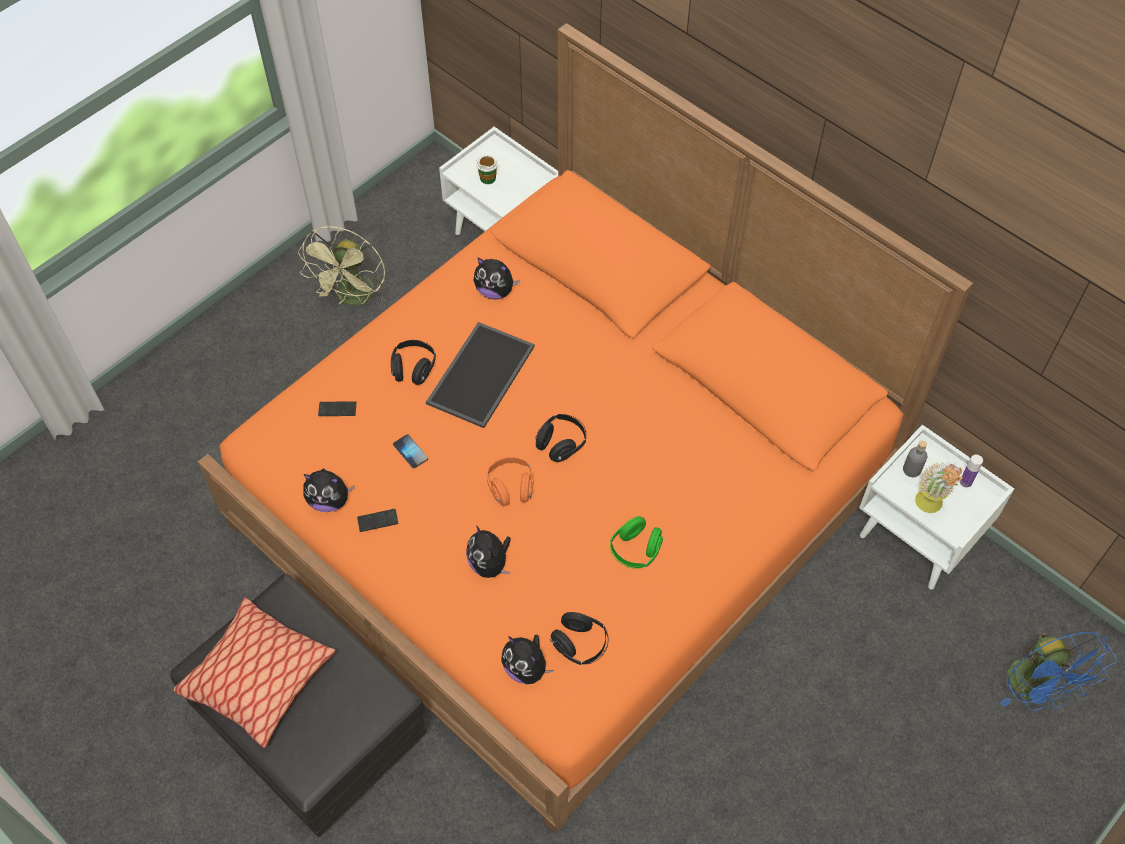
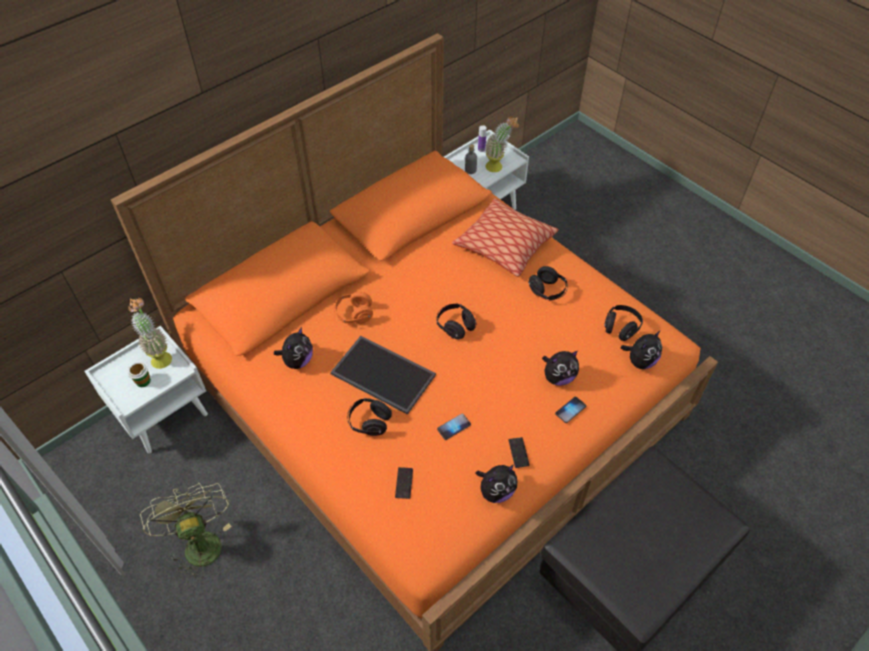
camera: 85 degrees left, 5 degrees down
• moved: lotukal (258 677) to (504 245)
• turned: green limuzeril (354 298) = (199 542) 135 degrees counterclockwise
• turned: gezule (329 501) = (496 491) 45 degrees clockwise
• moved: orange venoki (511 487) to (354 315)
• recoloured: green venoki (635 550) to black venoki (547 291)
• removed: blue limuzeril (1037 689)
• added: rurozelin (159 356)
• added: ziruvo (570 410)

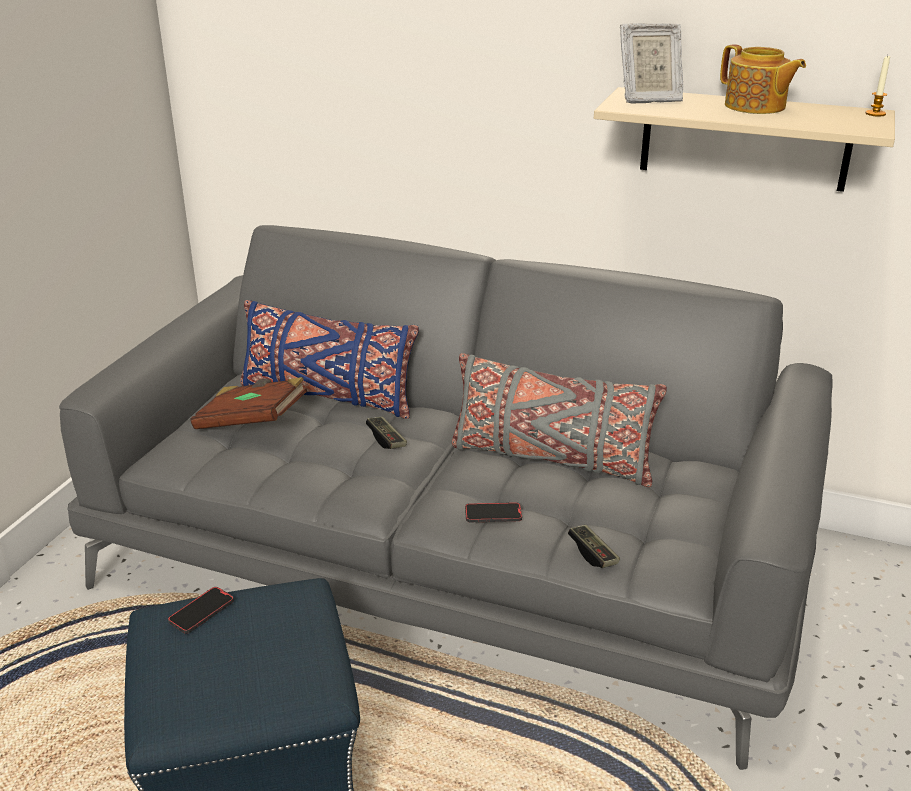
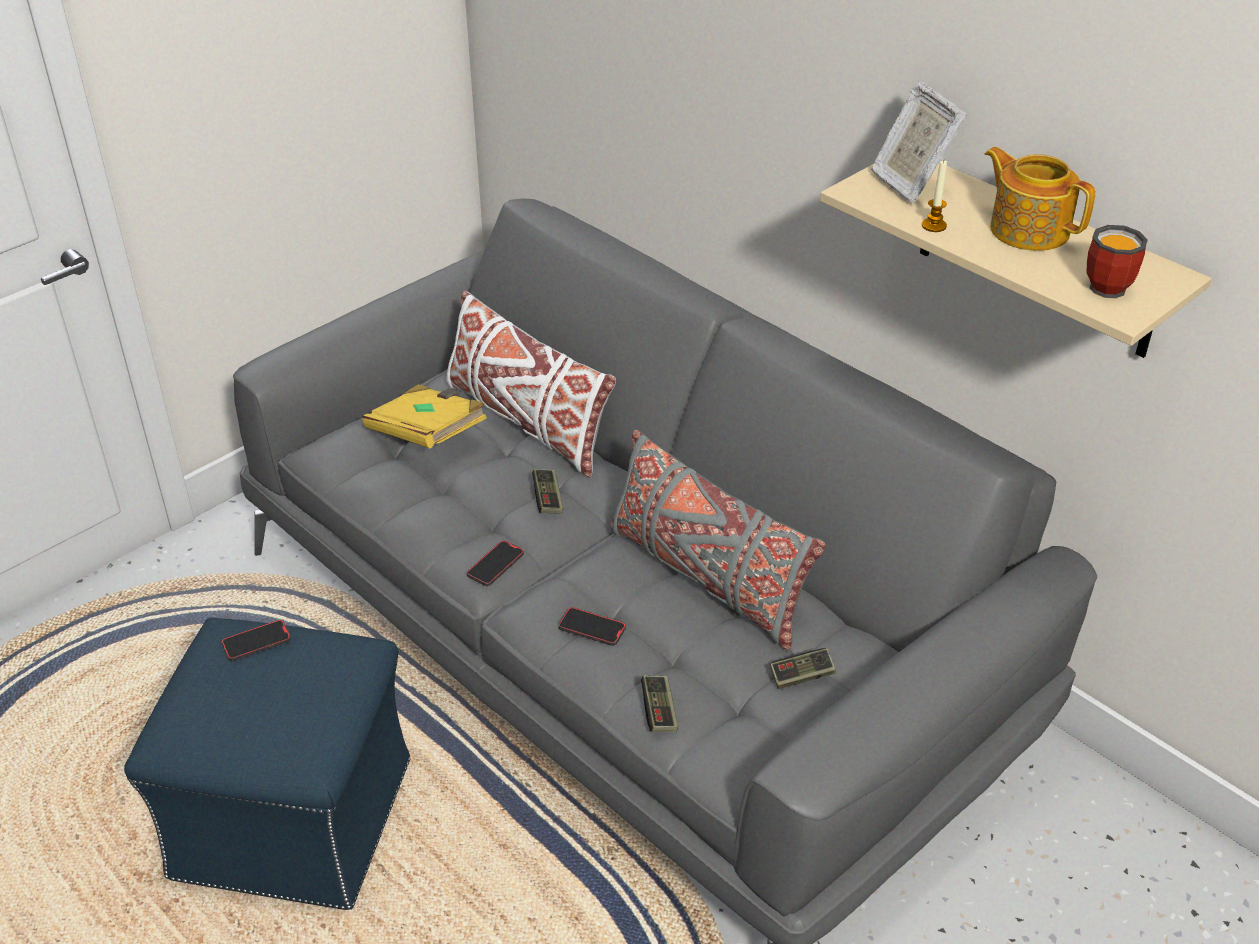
camera: 25 degrees right, 10 degrees up
• recoloured: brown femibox (252 422) to yellow femibox (428 435)
• recoloured: blue lotukal (327 395) to white lotukal (526 421)
• turned: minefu (648 99) = (910 183) 45 degrees clockwise
• turned: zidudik (755 107) = (1028 229) 150 degrees clockwise
• moved: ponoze (875 114) to (934 226)
• added: ziruvo (495 565)
• added: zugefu (802 676)
• added: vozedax (1113 286)

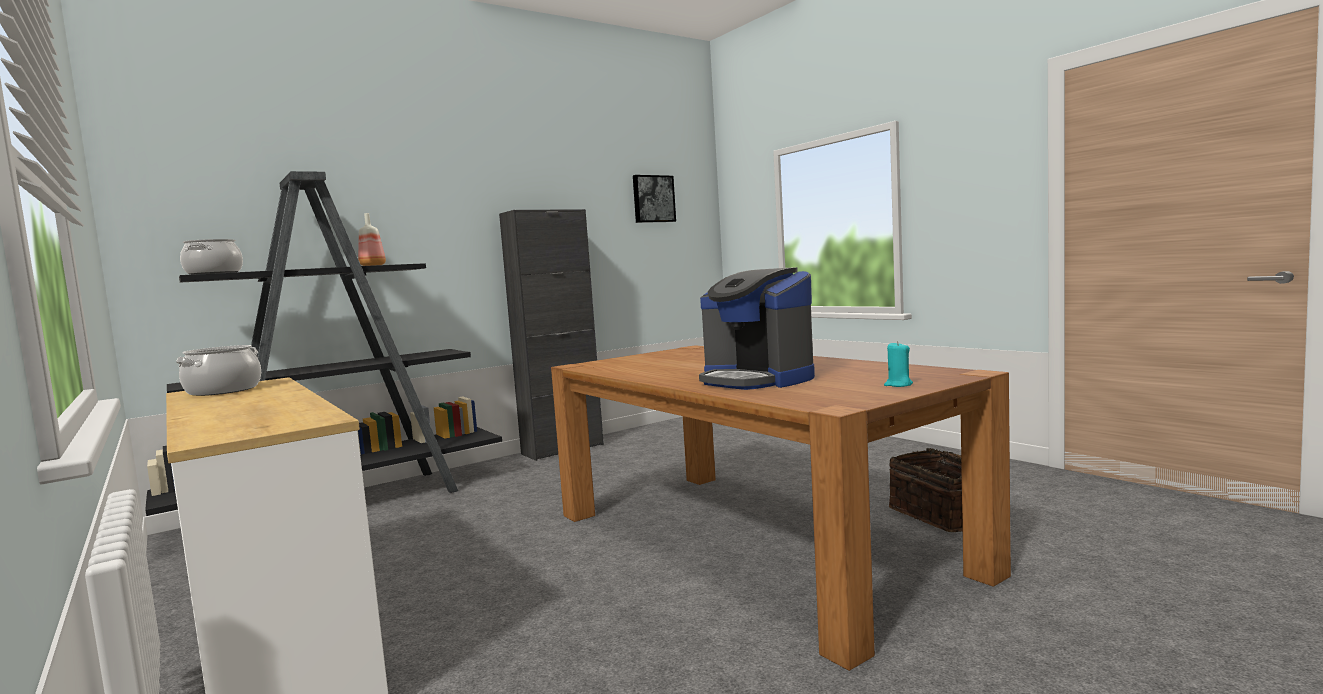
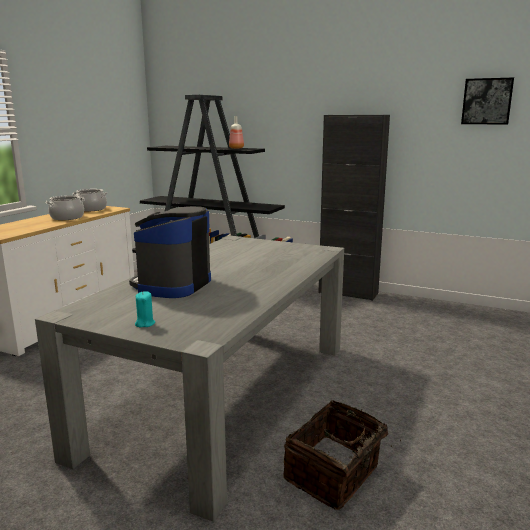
camera: 60 degrees right, 10 degrees up
• moved: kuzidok (214 273) to (67 218)
• recoloured: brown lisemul (752 541) to grey lisemul (225 394)

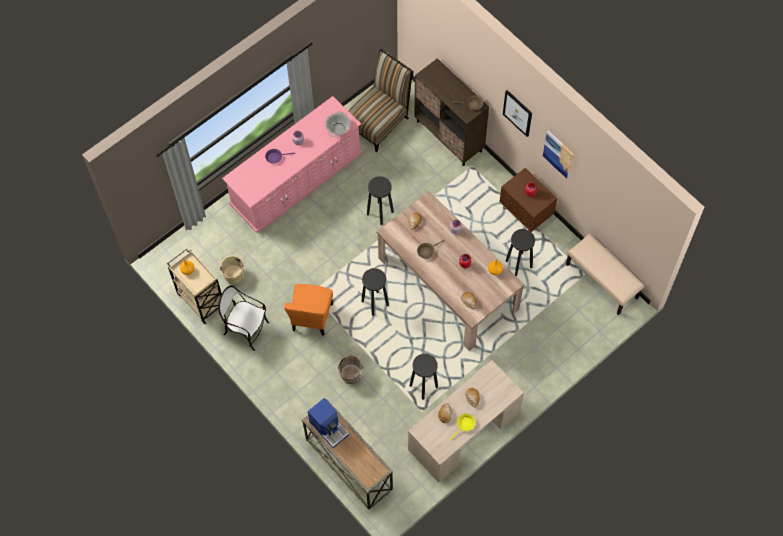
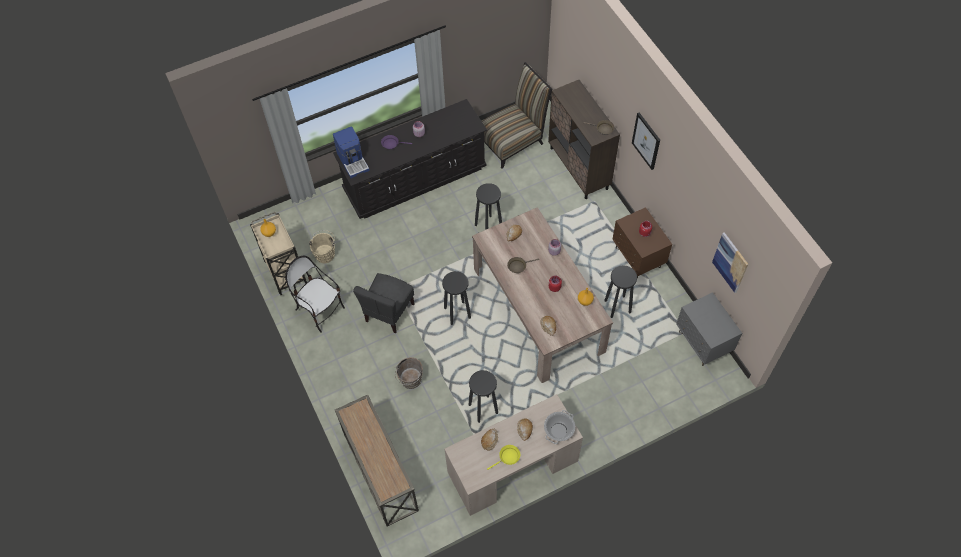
camera: 15 degrees right, 5 degrees down
• recoloured: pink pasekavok (296 181) to black pasekavok (415 179)
• recoloured: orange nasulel (311 317) to grey nasulel (389 312)
• moved: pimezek (329 427) to (353 161)
• moved: kuzidok (338 128) to (559 430)
• moved: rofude (558 154) to (730 262)
• replaced: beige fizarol (602 281) to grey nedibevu (702 343)

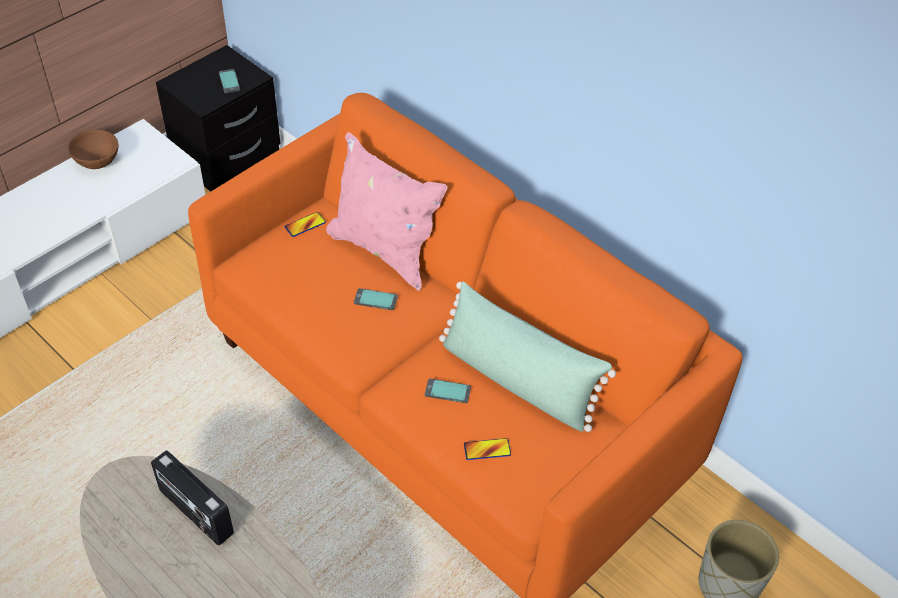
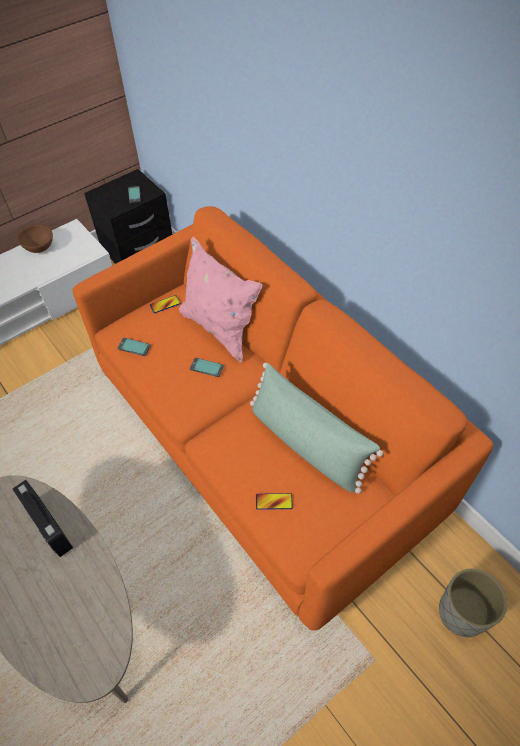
camera: 10 degrees right, 5 degrees up
• moved: ziruvo (447 392) to (134 347)

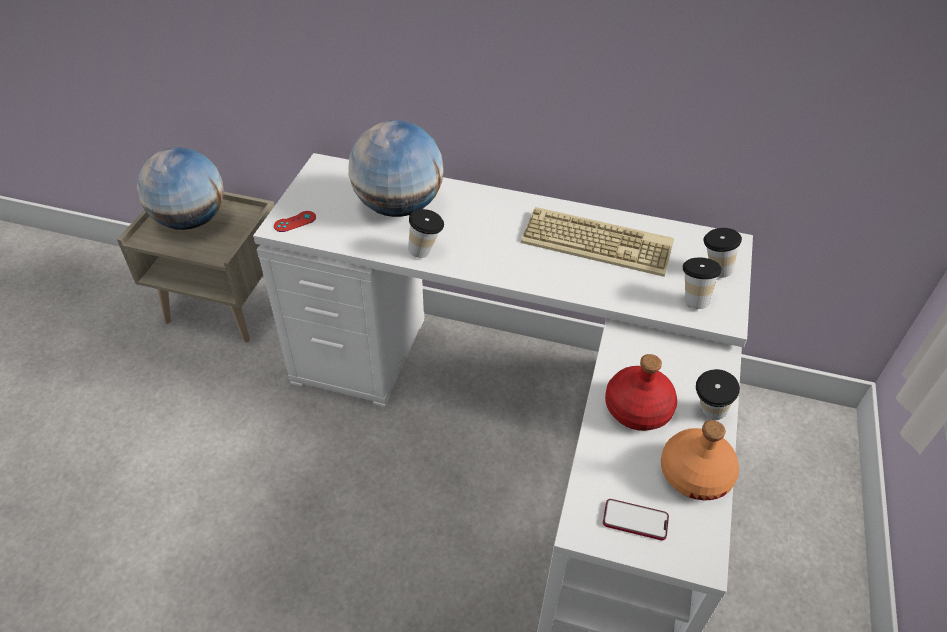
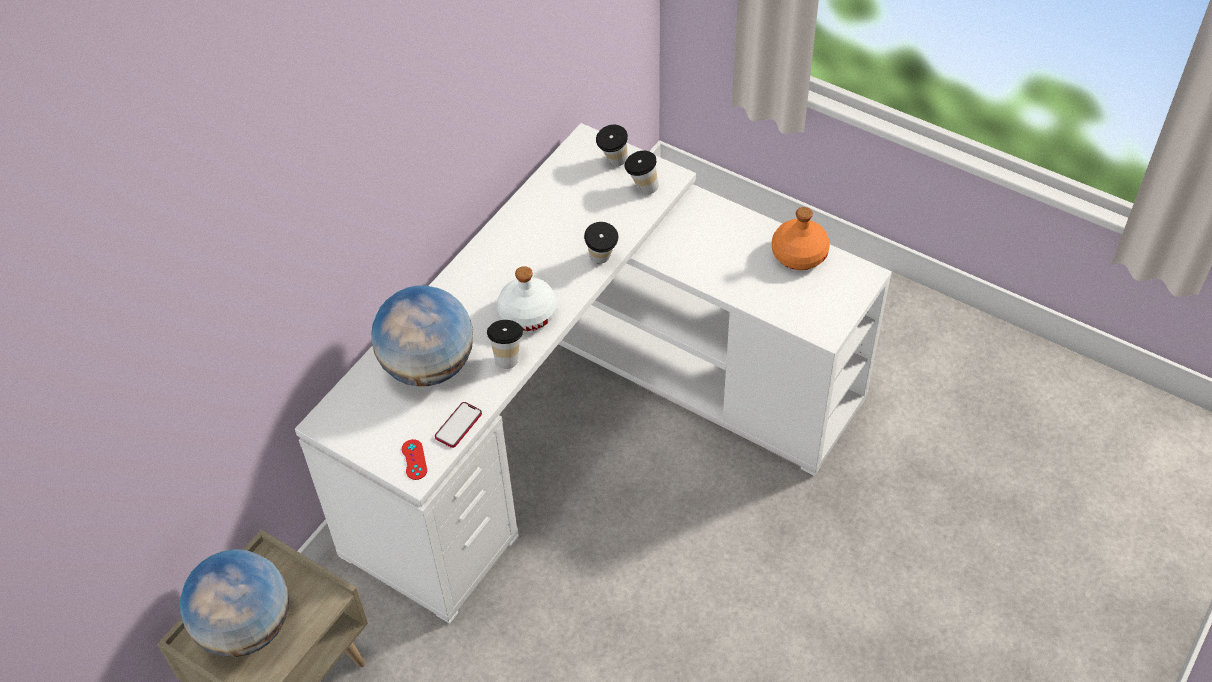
camera: 70 degrees left, 5 degrees up
• removed: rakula (598 242)
• moved: ziruvo (635 520) to (458 425)
• removed: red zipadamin (637 408)
• moved: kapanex (707 415) to (602 261)
• added: white zipadamin (528 313)

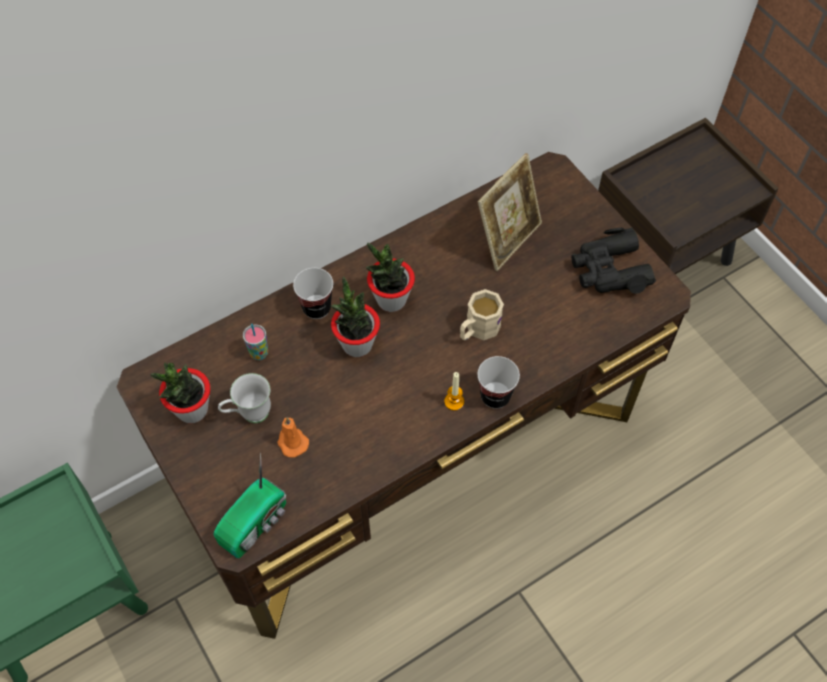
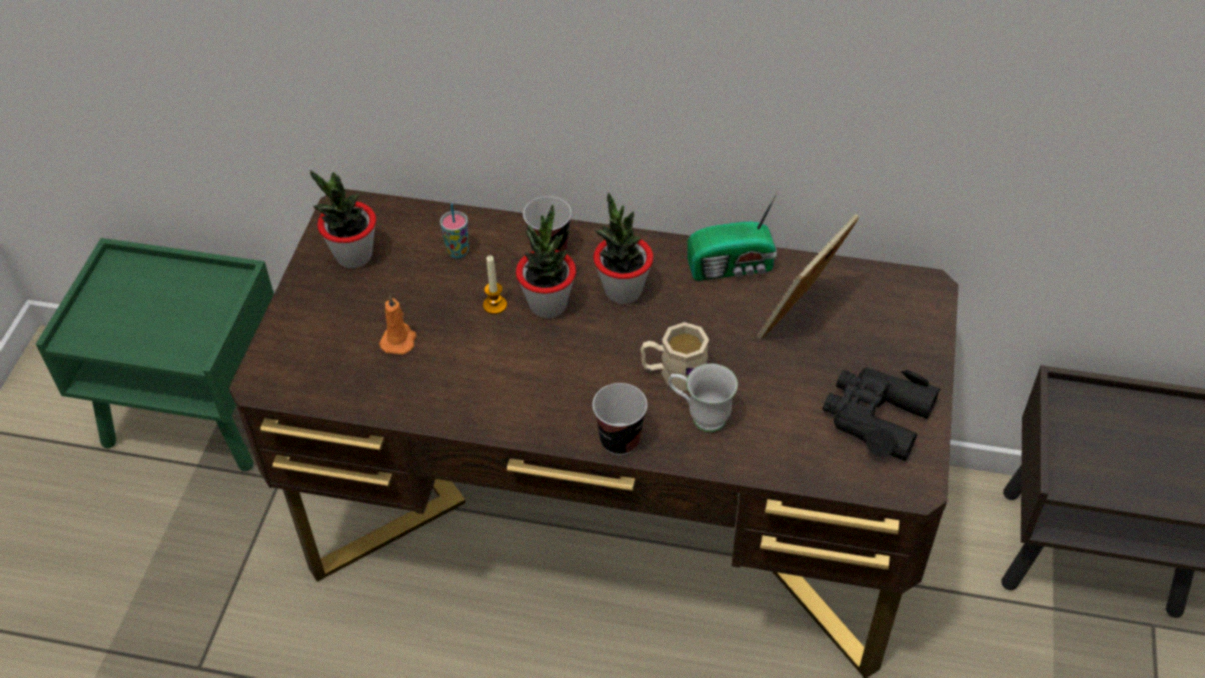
camera: 45 degrees right, 10 degrees down
• moved: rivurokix (256 523) to (733 267)
• moved: white vozedax (249 414) to (700 417)
• moved: ponoze (454 401) to (495 305)
• turned: minefu (507 239) = (801 317) 135 degrees clockwise

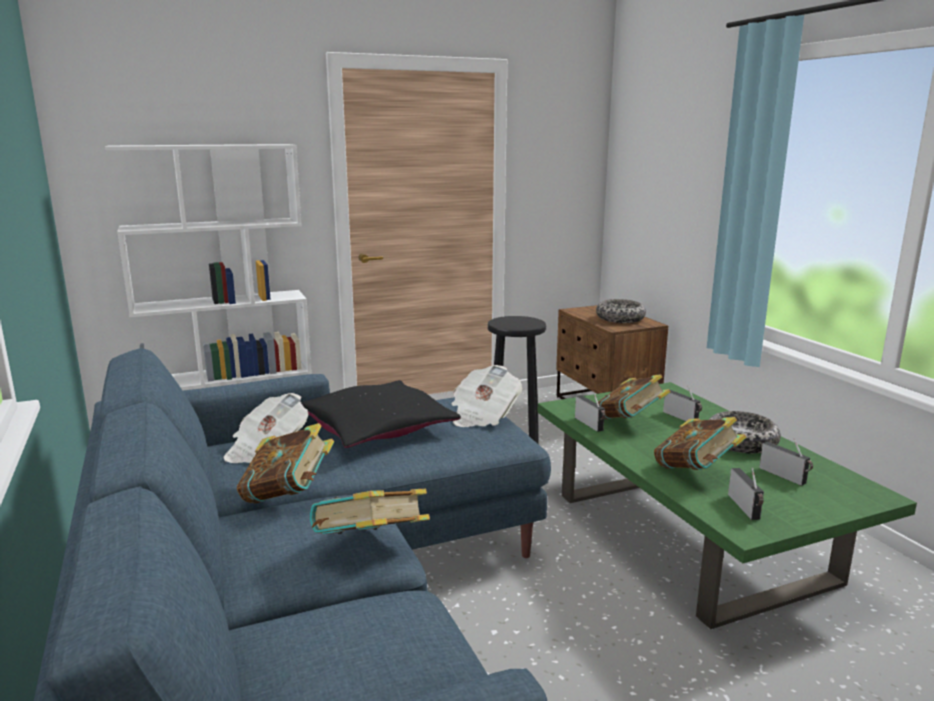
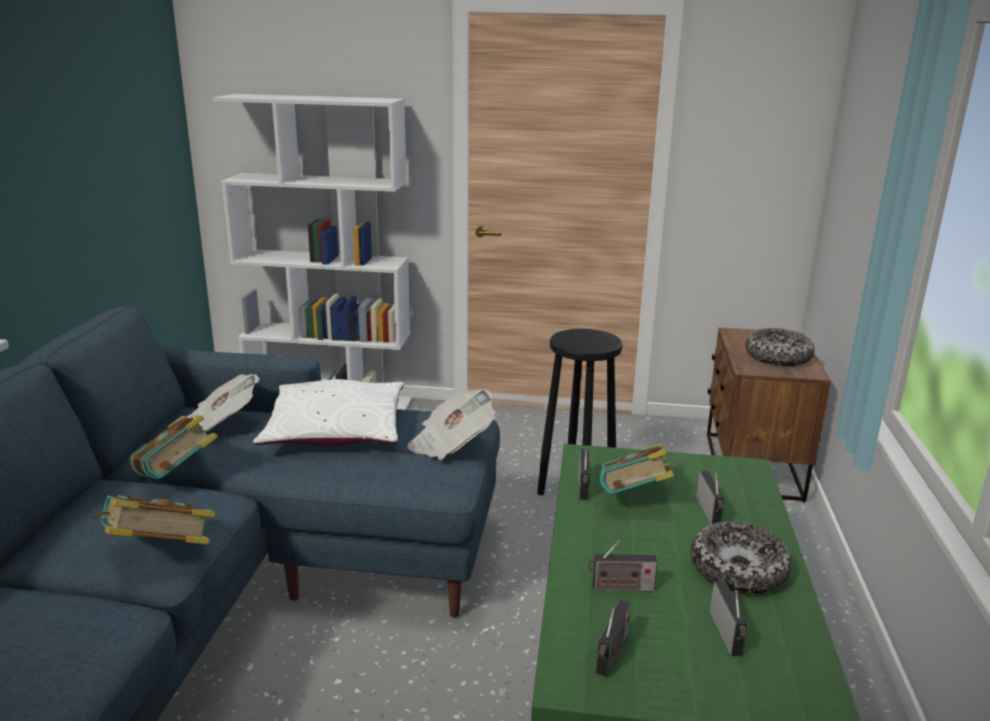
camera: 30 degrees right, 5 degrees up
• recoloured: black lotukal (376 428) to white lotukal (335 429)
• replaced: femibox (695 472) to rivurokix (620 588)

